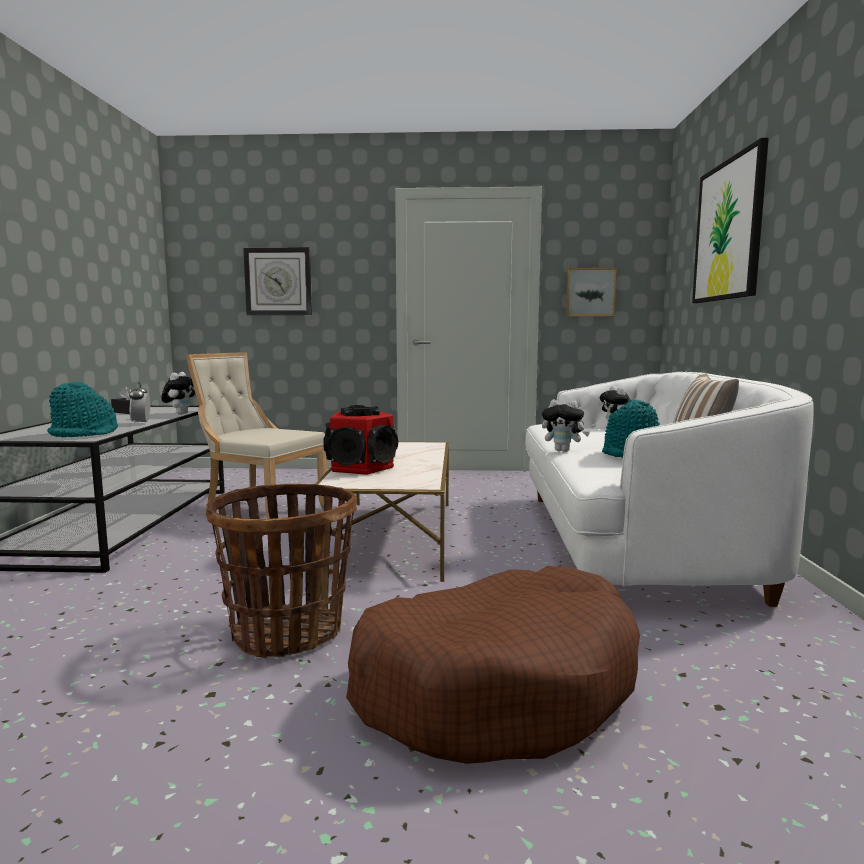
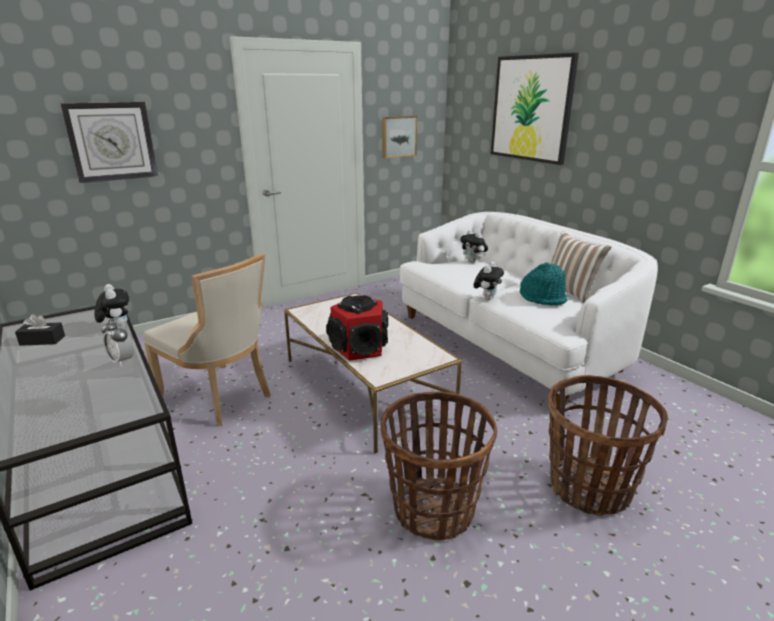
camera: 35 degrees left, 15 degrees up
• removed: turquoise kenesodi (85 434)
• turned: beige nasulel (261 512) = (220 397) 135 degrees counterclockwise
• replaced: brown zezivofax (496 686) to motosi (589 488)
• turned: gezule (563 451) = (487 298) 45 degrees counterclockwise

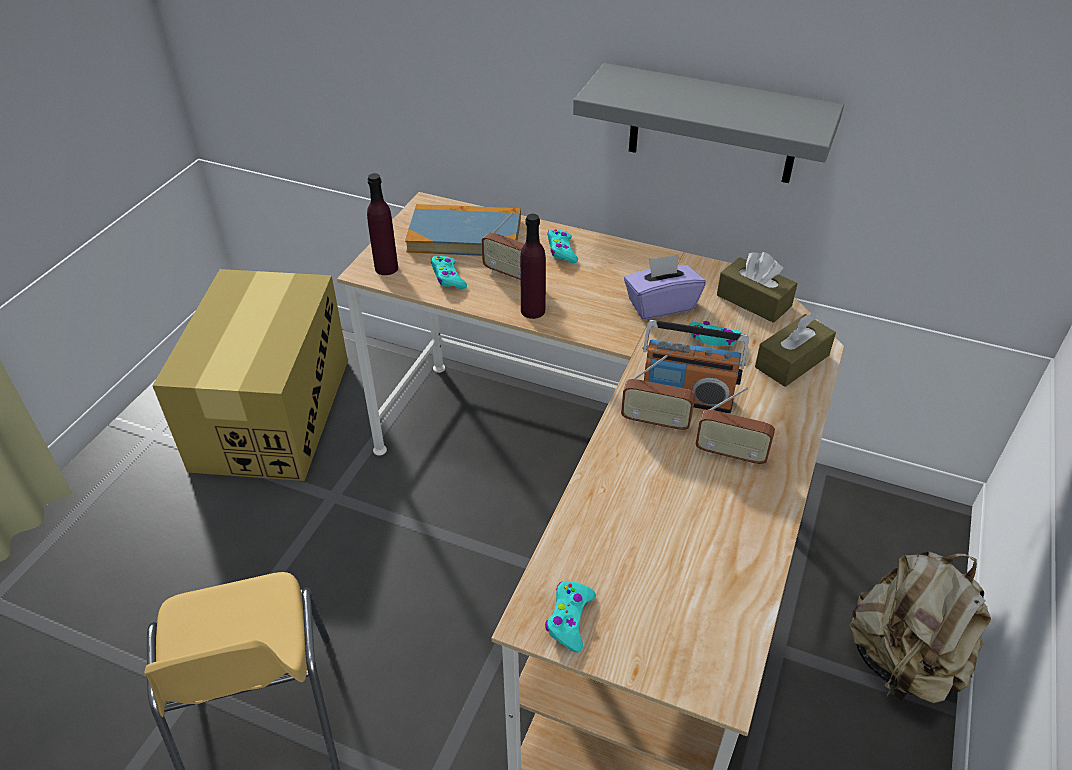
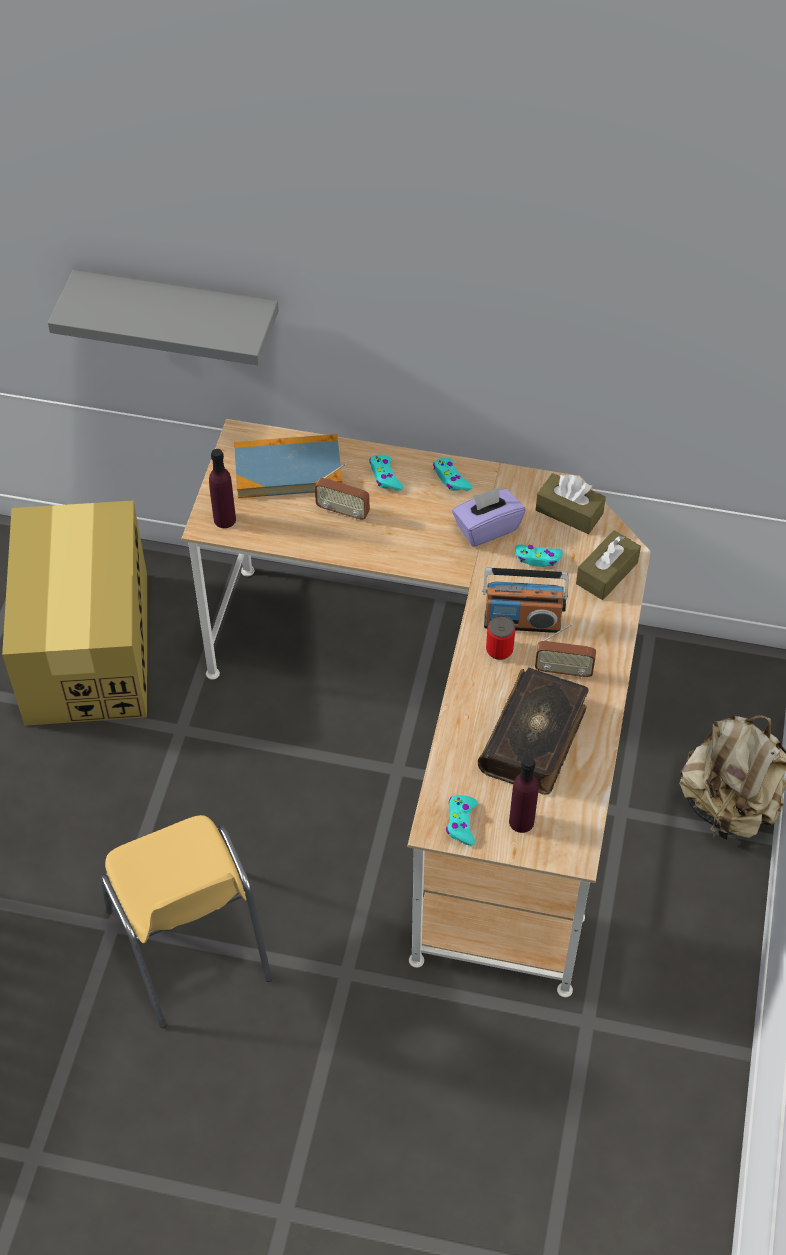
camera: 10 degrees left, 10 degrees up
• moved: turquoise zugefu (448 277) to (451 479)
• moved: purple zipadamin (533 310) to (521 821)
• moved: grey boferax (713 125) to (178 315)
• replaced: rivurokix (655 422) to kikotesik (499 650)
• added: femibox (535 739)

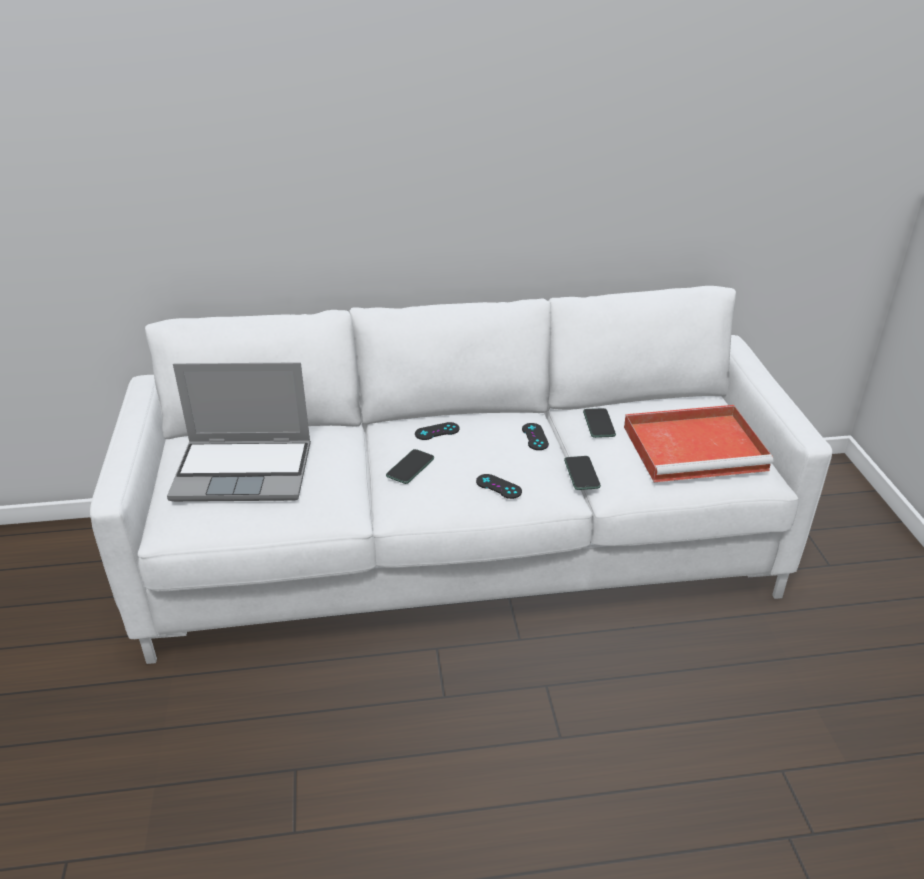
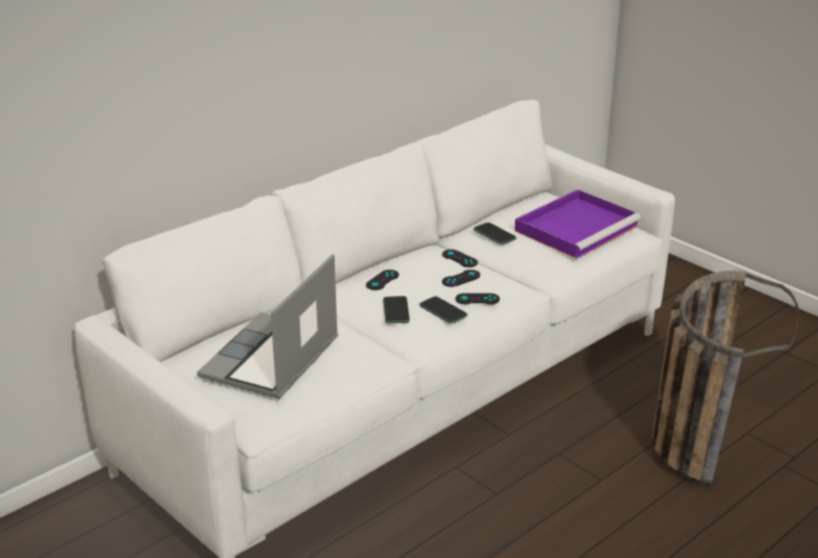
camera: 35 degrees left, 5 degrees down
• turned: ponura (245 471) = (271 360) 150 degrees clockwise
• moved: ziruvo (582 474) to (443 311)
• recoloured: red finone (696 447) to purple finone (577 227)
• added: black zugefu (461 278)
• added: motosi (696 435)

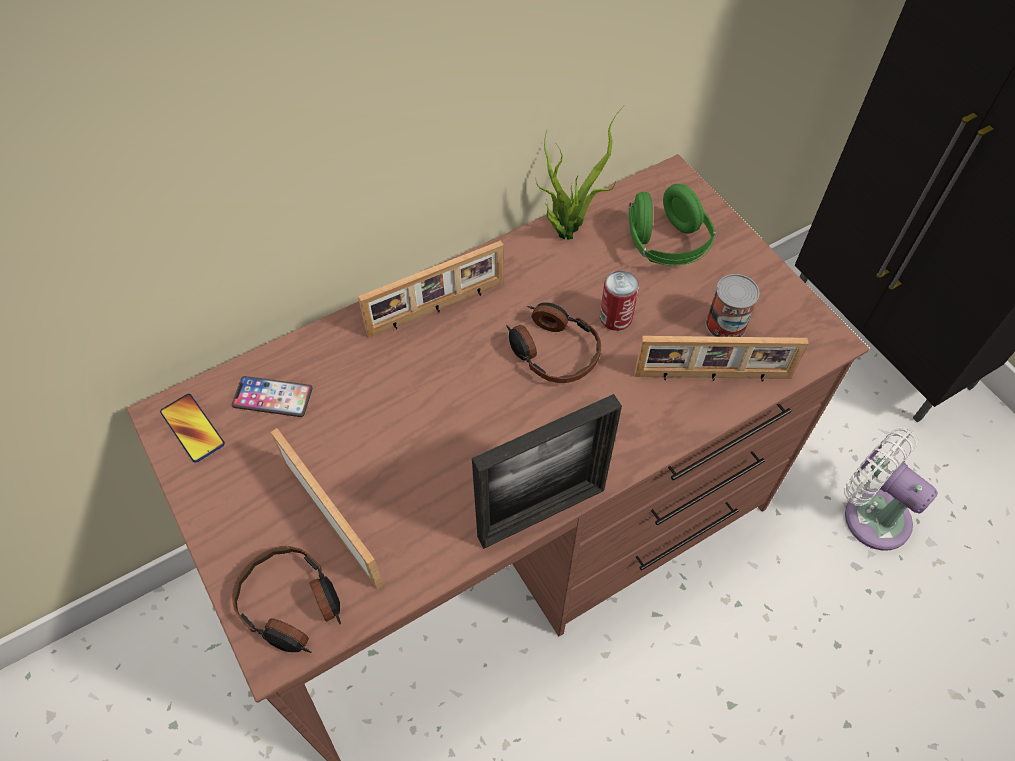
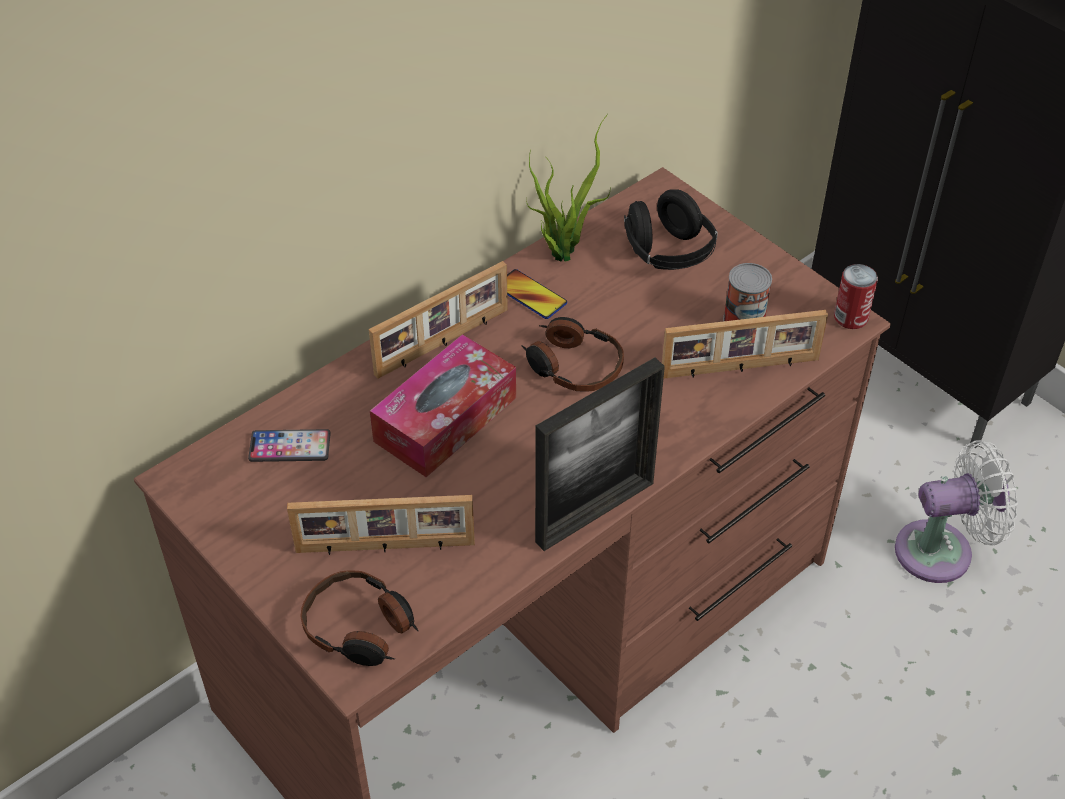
camera: 10 degrees left, 10 degrees down
• moved: ziruvo (192 428) to (530 295)
• turned: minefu (334 520) = (385 548) 135 degrees clockwise
• moved: kikotesik (615 318) to (850 317)
• recoloured: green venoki (666 244) to black venoki (668 254)
• turned: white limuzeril (871 514) = (942 551) 135 degrees clockwise
• added: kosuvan (445 419)

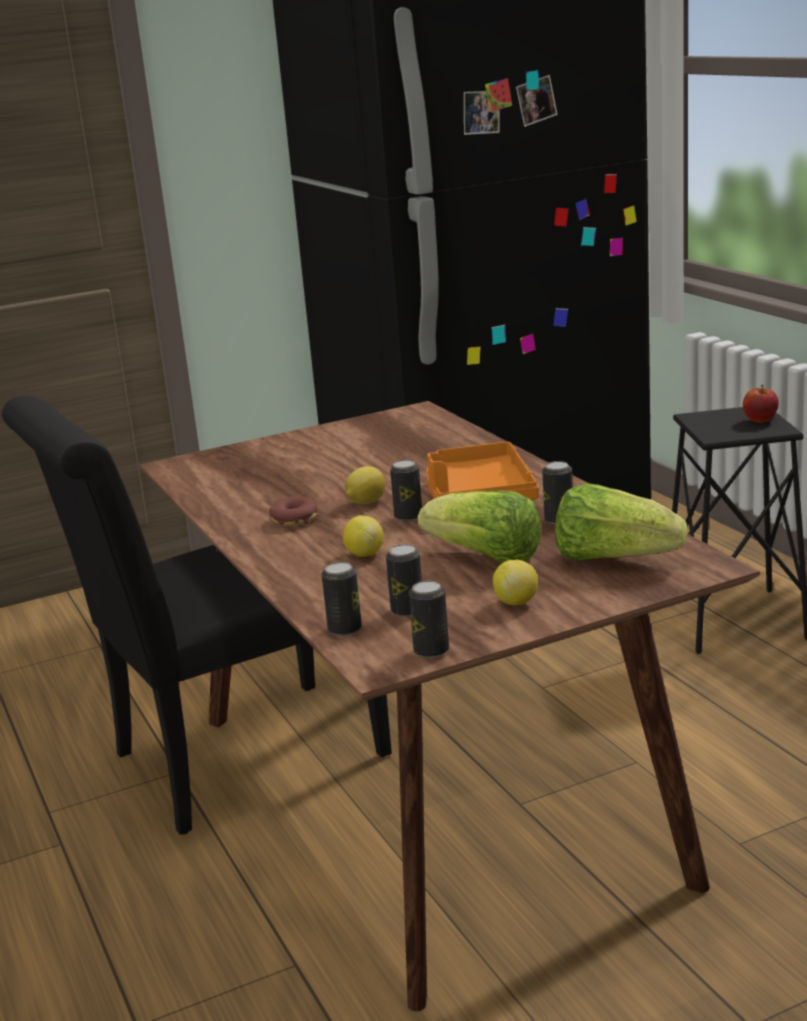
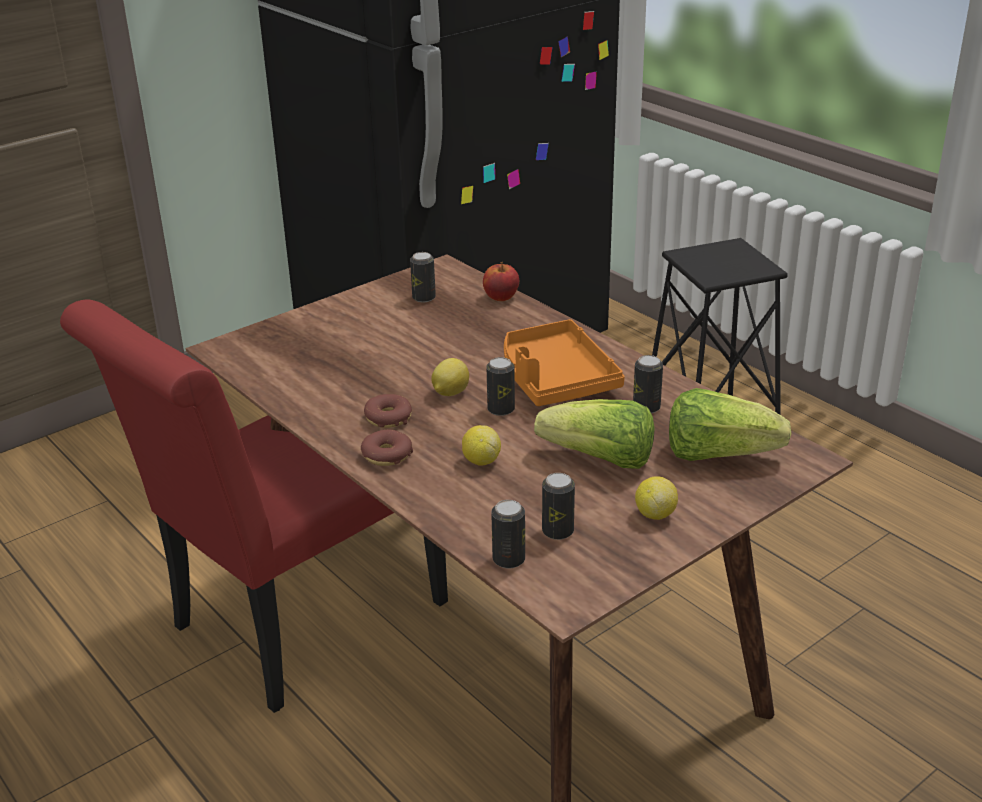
camera: 15 degrees left, 10 degrees up
• recoloured: black nasulel (232 761) to red nasulel (295 624)
• moved: kikotesik (431 651) to (424 298)
• moved: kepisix (760 420) to (500 297)
• added: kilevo (386 455)

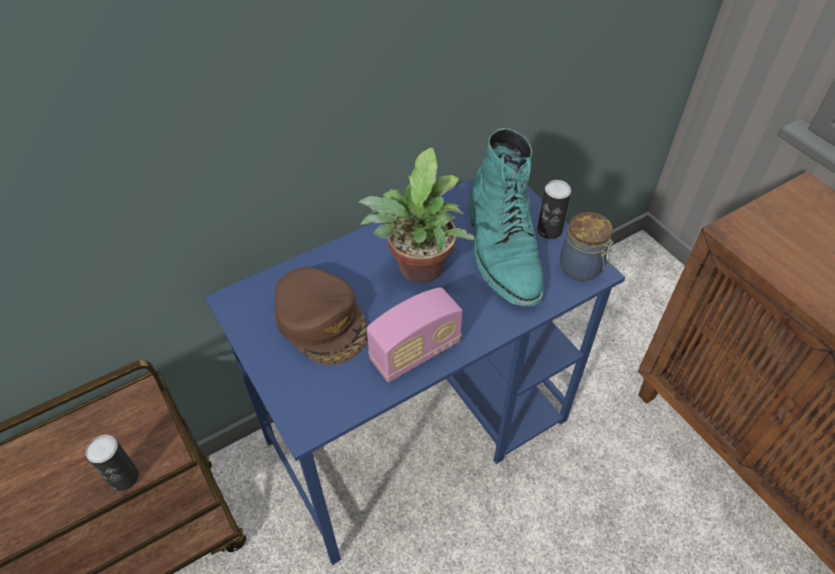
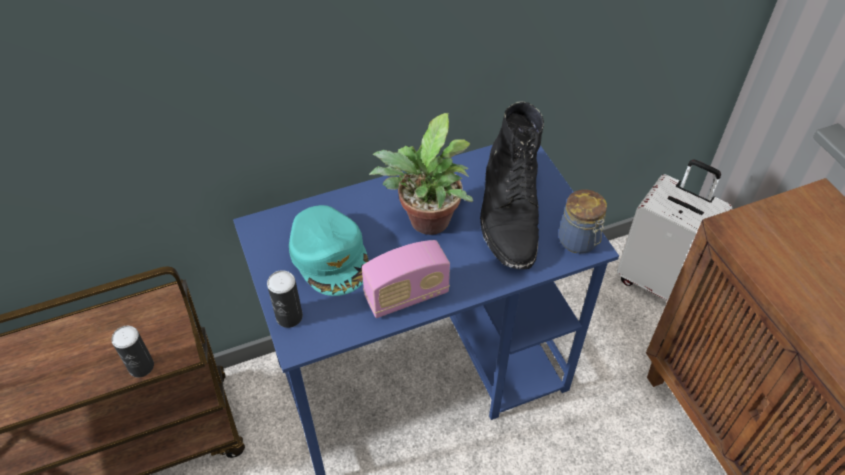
camera: 10 degrees right, 0 degrees up
• recoloured: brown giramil (322 321) to turquoise giramil (330 256)
• recoloured: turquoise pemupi (502 249) to black pemupi (509 213)
• moved: kikotesik (549 230) to (289 317)
• added: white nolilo (658 280)

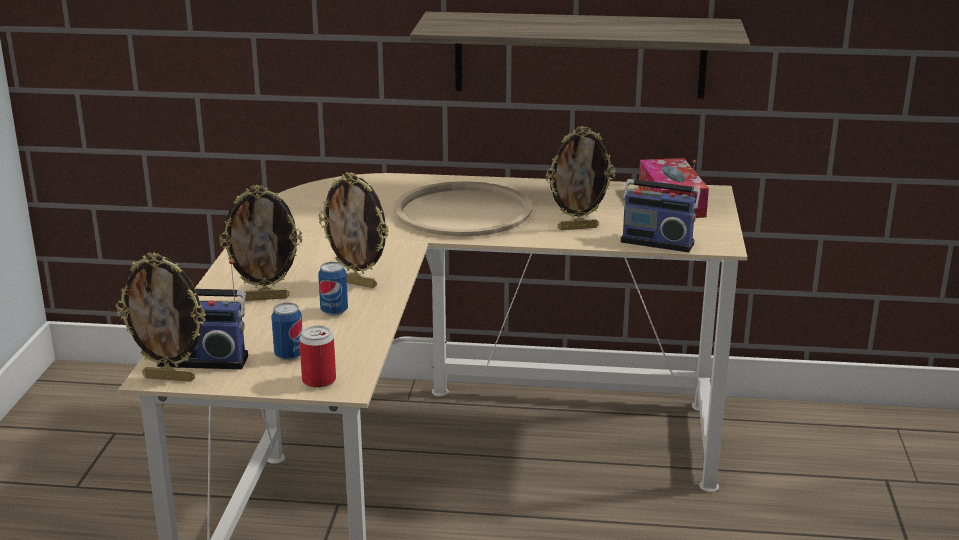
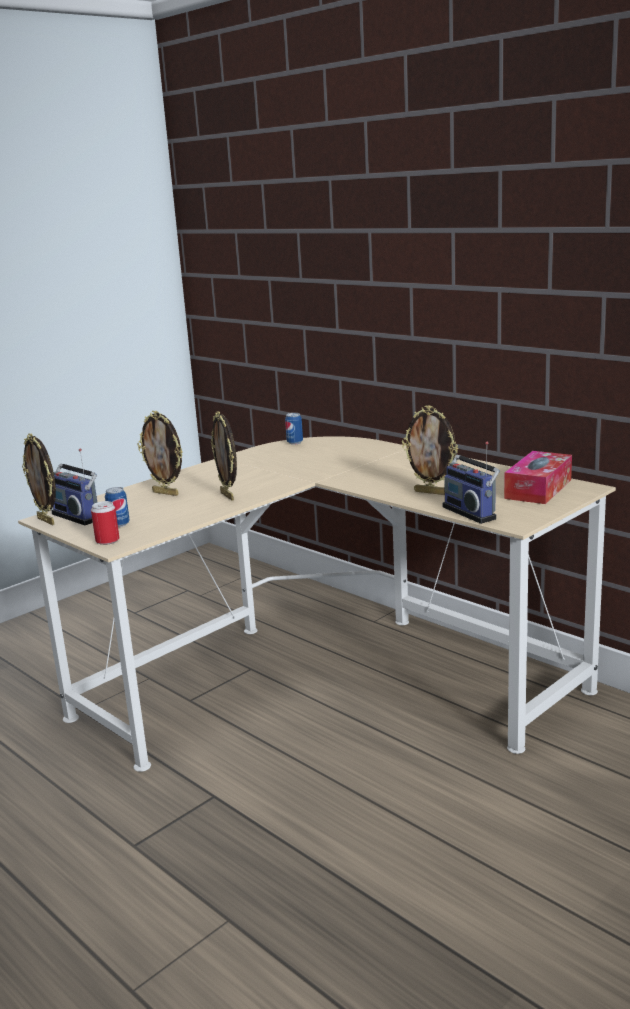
camera: 40 degrees right, 5 degrees down
• moved: kikotesik (334 311) to (295 442)
• removed: beige finone (463 211)
• removed: boferax (579 54)

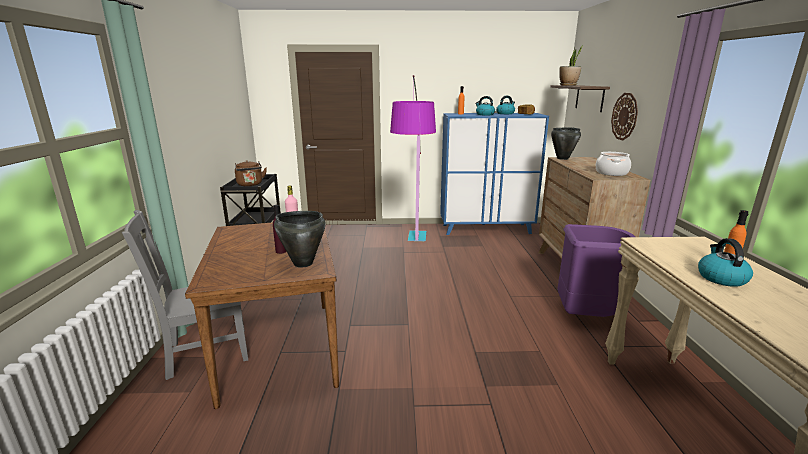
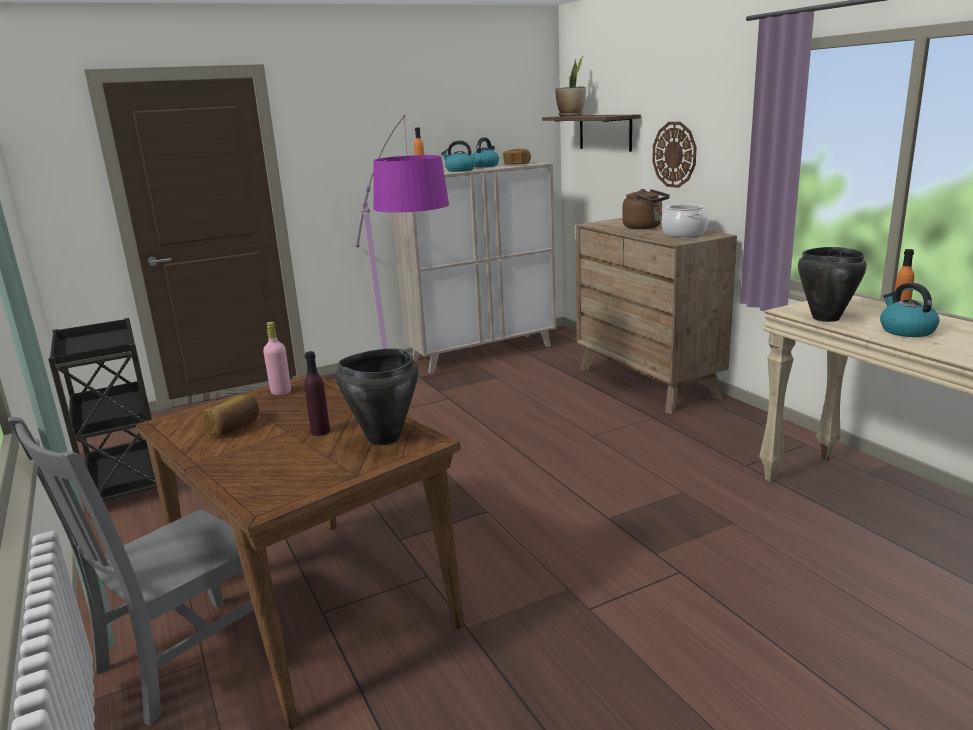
camera: 25 degrees left, 0 degrees up
• moved: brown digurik (250 185) to (644 227)
• recoloured: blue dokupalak (486 229) to beige dokupalak (482 353)
• moved: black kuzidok (562 158) to (825 318)
• removed: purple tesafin (584 315)
• added: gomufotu (235 428)

